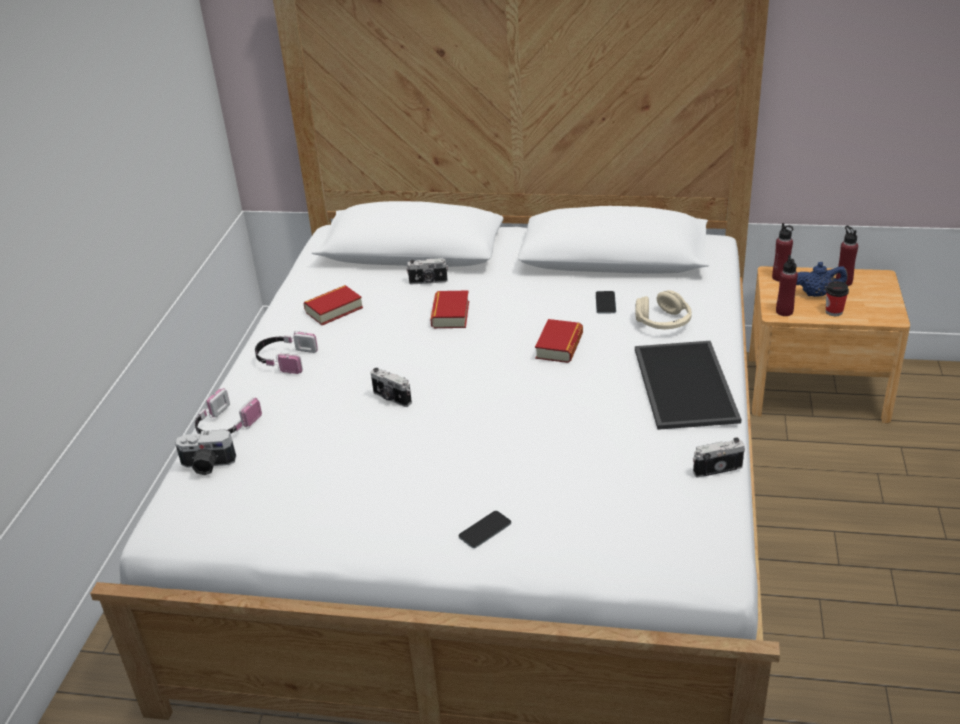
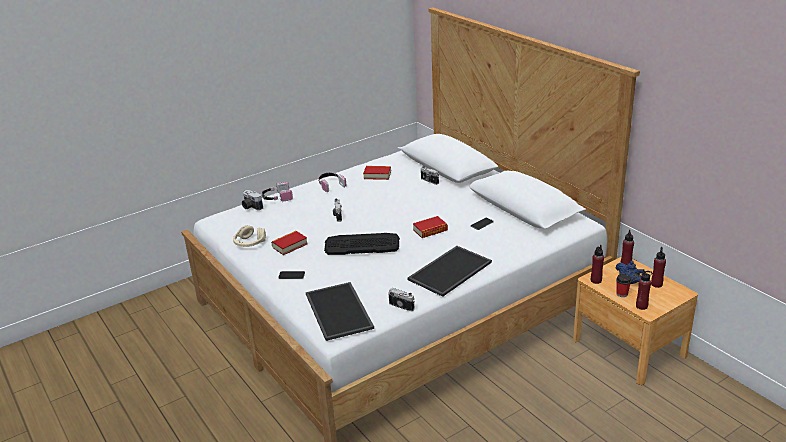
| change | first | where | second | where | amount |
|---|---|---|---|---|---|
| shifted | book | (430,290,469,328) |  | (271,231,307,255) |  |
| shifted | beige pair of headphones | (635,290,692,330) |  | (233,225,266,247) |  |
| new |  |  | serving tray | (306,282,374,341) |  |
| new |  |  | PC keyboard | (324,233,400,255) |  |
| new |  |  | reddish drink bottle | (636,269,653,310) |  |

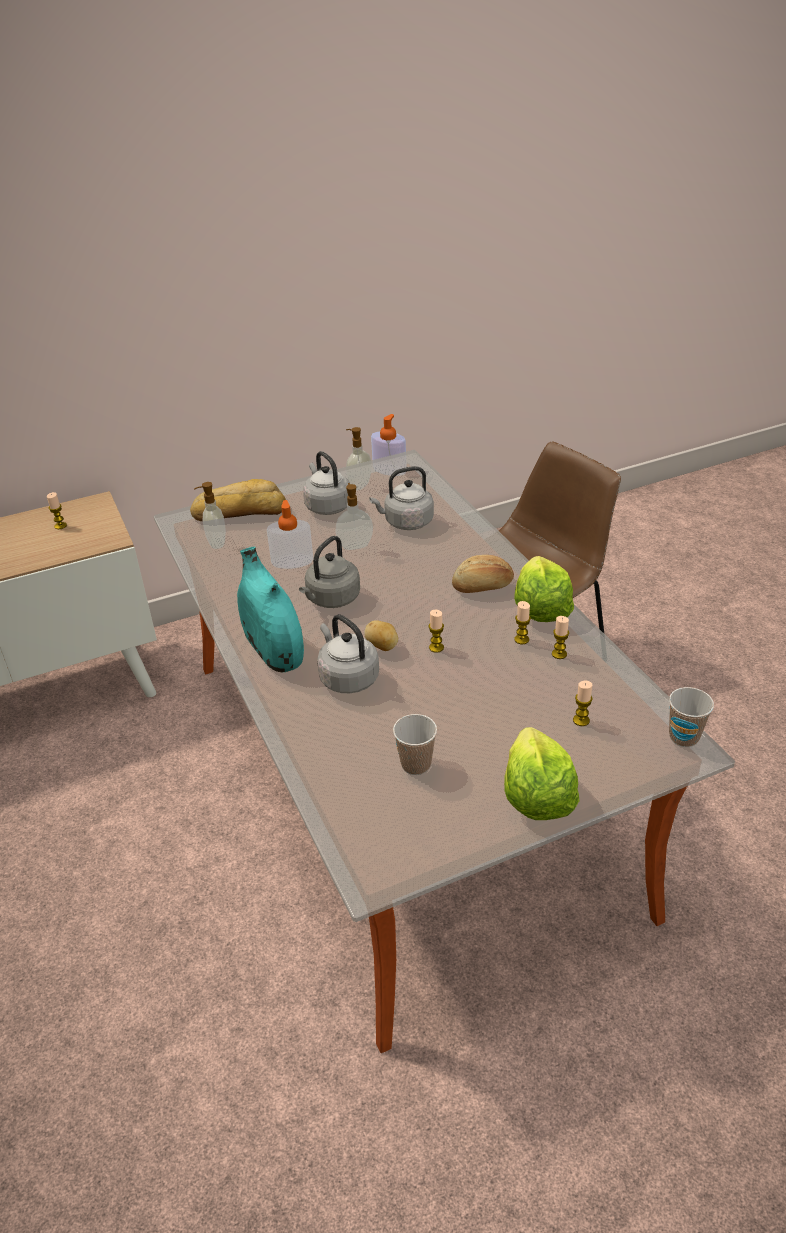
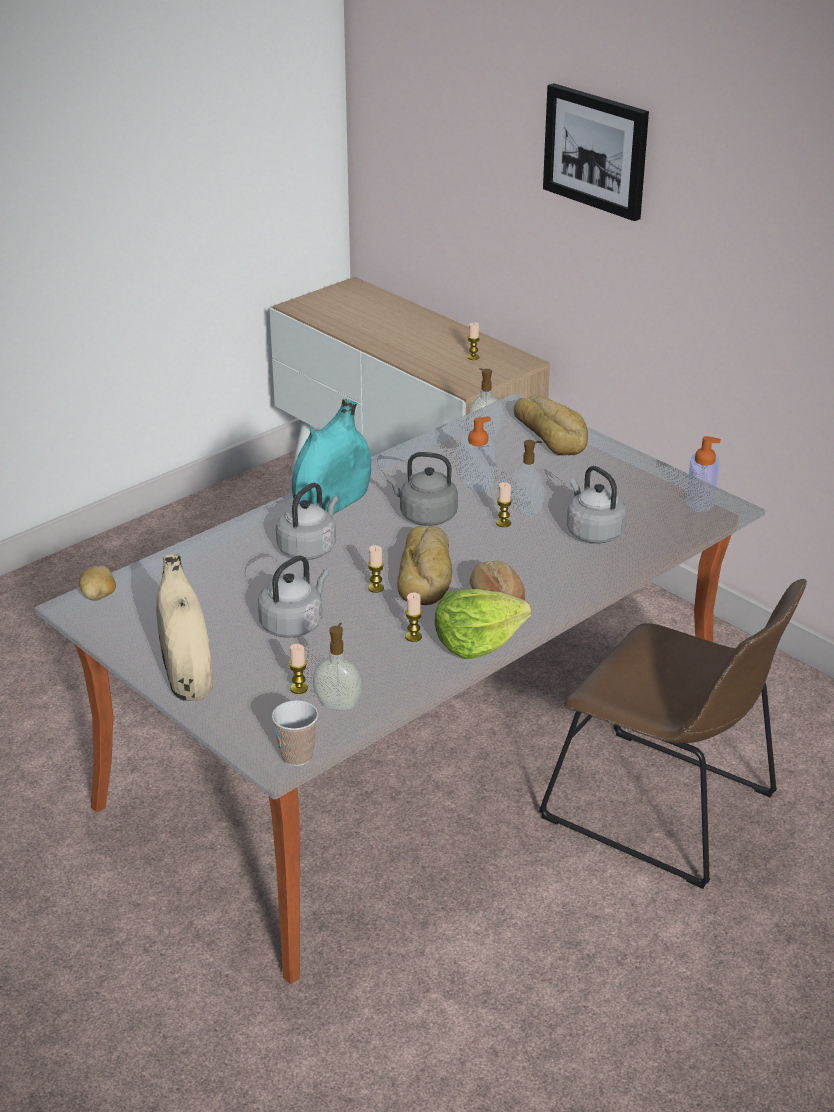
| change | first | where | second | where | amount |
|---|---|---|---|---|---|
| shifted | gray tea kettle | (303,451,350,515) |  | (258,556,329,637) |  |
| shifted | liquid soap bottle | (346,427,372,490) |  | (313,623,363,710) |  |
| shifted | spud | (364,620,398,651) |  | (79,566,116,600) |  |
| gone | drinking cup | (393,714,437,775) |  |  |  |
| swapped | lettuce head | (504,727,580,820) | beige flower vase | (156,554,213,701) |  |
| shifted | wax light | (552,616,569,659) |  | (496,482,512,527) |  |
| new |  |  | bakery bread | (397,526,452,605) |  |
| new |  |  | wall picture | (543,83,649,221) |  |

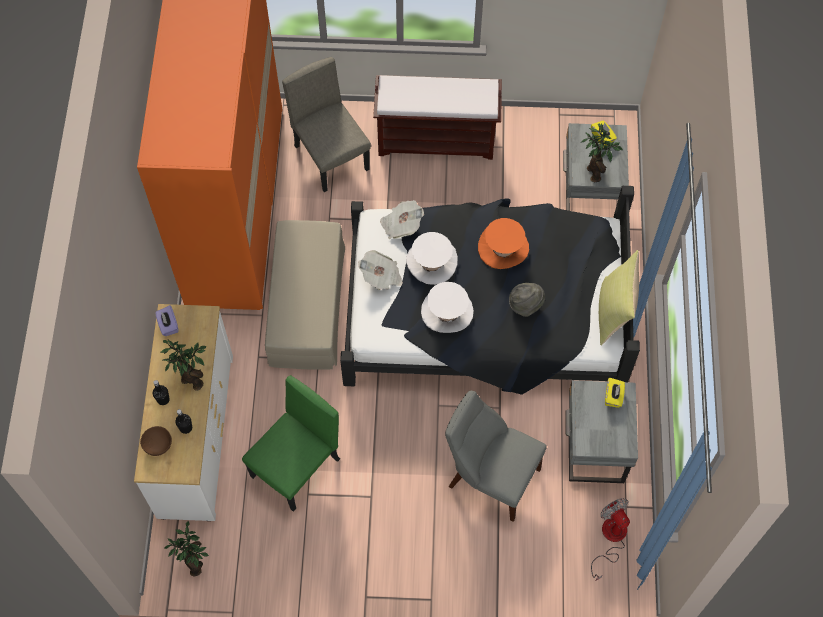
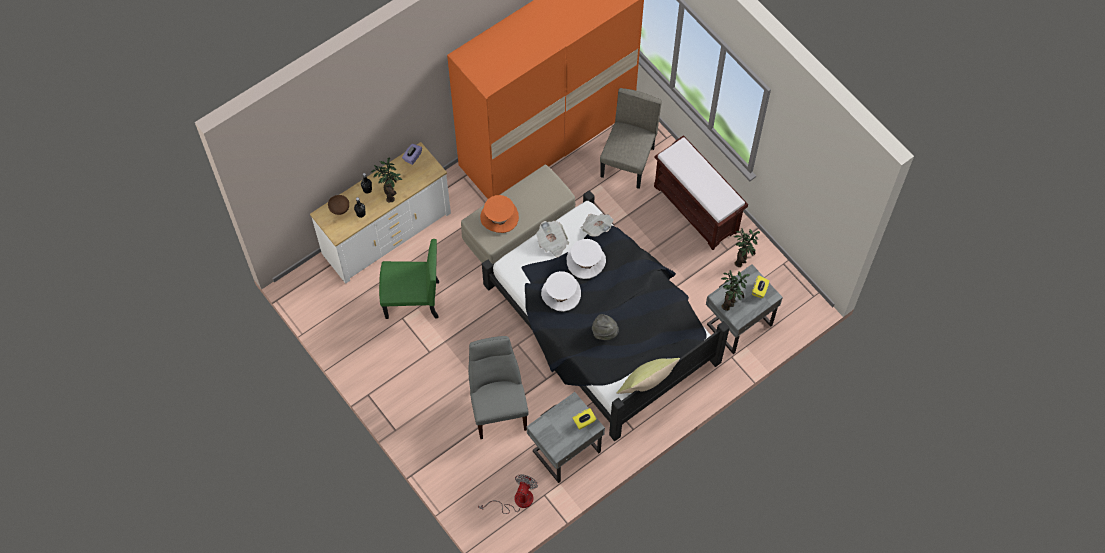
| change | first | where | second | where | amount |
|---|---|---|---|---|---|
| shifted | plant in a pot | (164,521,209,577) |  | (734,228,760,267) |  |
| shifted | orange clothing hat | (478,218,529,269) |  | (480,195,519,233) |  |

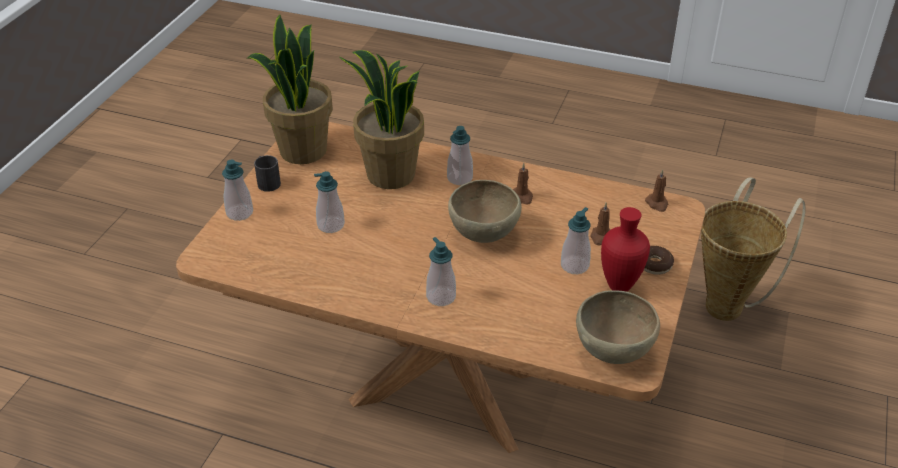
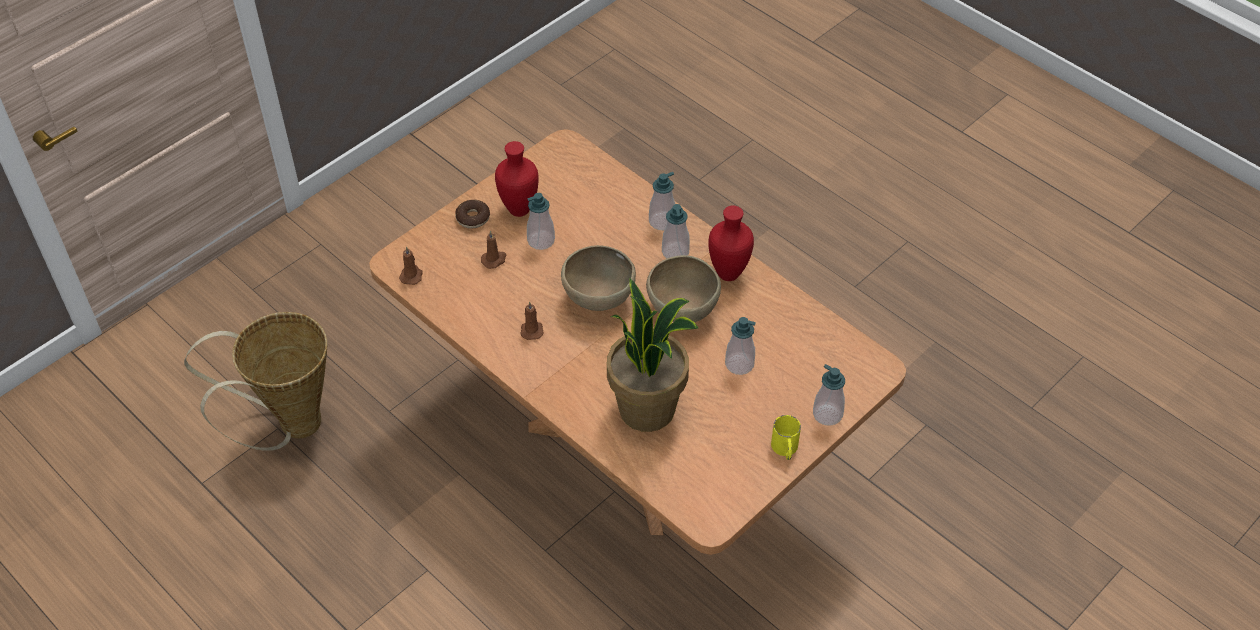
| change | first | where | second | where | amount |
|---|---|---|---|---|---|
| gone | plant in a pot | (246,15,333,164) |  |  |  |
| repainted | black-coloured mug | (254,155,281,192) | yellowish mug | (771,415,801,460) |  |
| shifted | liquid soap bottle | (447,126,473,185) |  | (649,172,675,230) |  |
| shifted | brownish bowl | (576,290,660,364) |  | (646,255,721,322) |  |
| new |  |  | reddish flower vase | (709,205,754,281) |  |

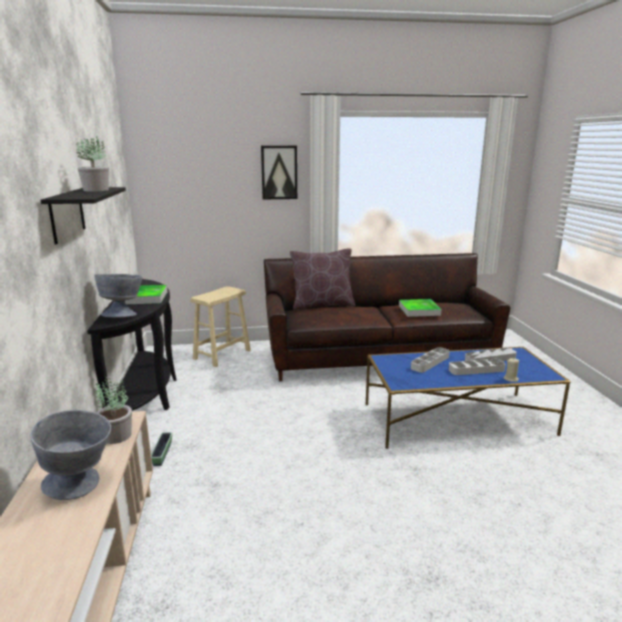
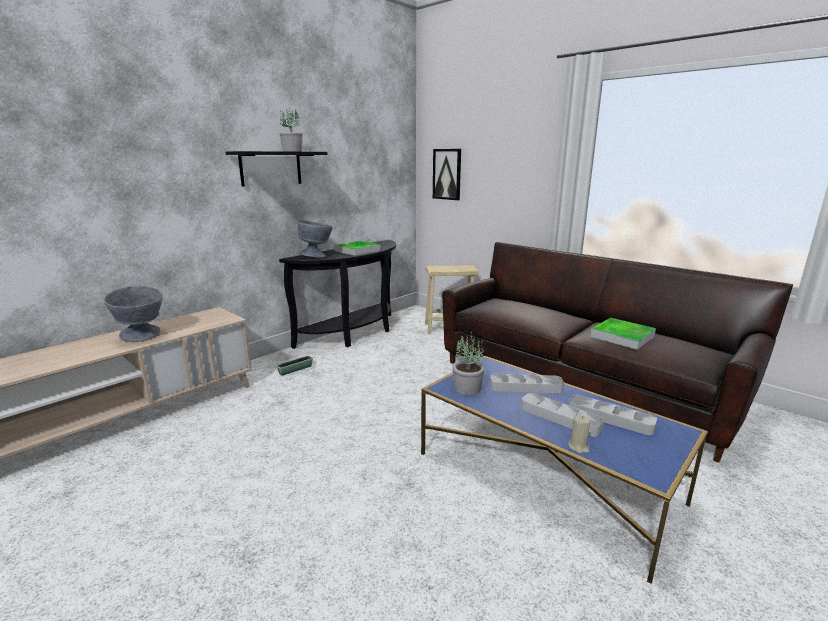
| change | first | where | second | where | amount |
|---|---|---|---|---|---|
| shifted | plant in a pot | (96,376,132,444) |  | (452,332,485,395) |  |
| shifted | wall picture | (261,146,297,199) |  | (433,149,461,200) |  |
| gone | brownish cushion | (290,249,355,310) |  |  |  |

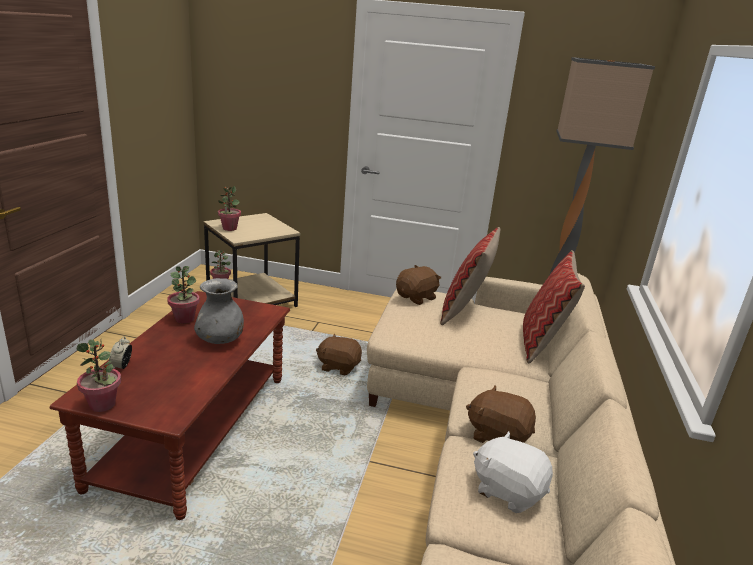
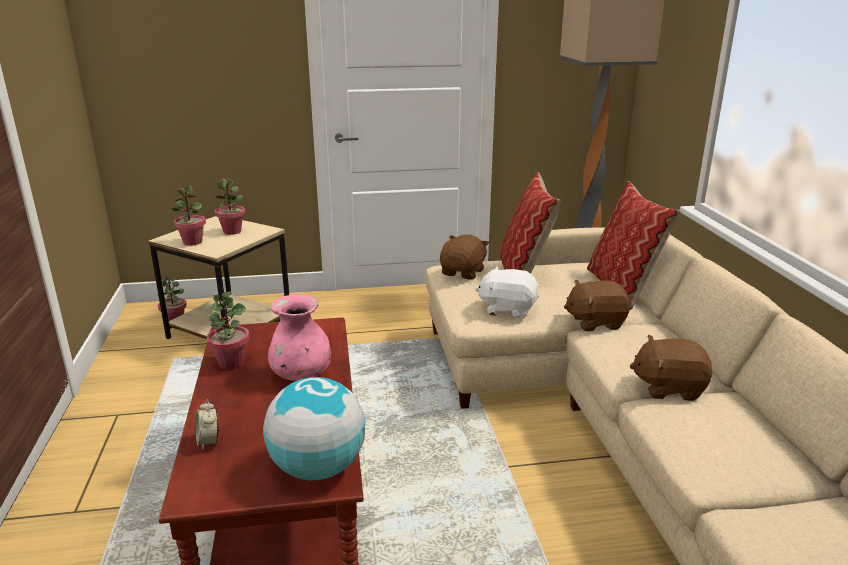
| change | first | where | second | where | amount |
|---|---|---|---|---|---|
| shifted | plant in a pot | (77,339,121,412) |  | (215,179,245,235) |  |
| repainted | gray flower vase | (194,278,244,344) | pink flower vase | (268,294,331,381) |  |
| shifted | brownish cuddly toy | (316,333,362,375) |  | (564,280,630,331) |  |
| shifted | white cuddly toy | (473,431,553,513) |  | (475,266,539,318) |  |
| new |  |  | desk globe | (263,377,365,480) |  |

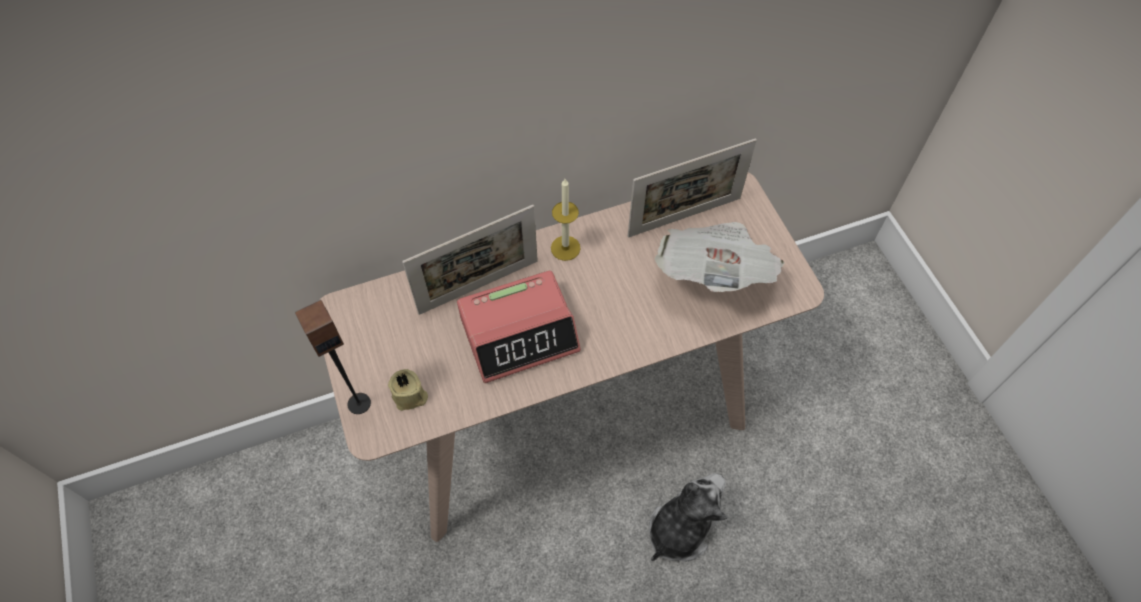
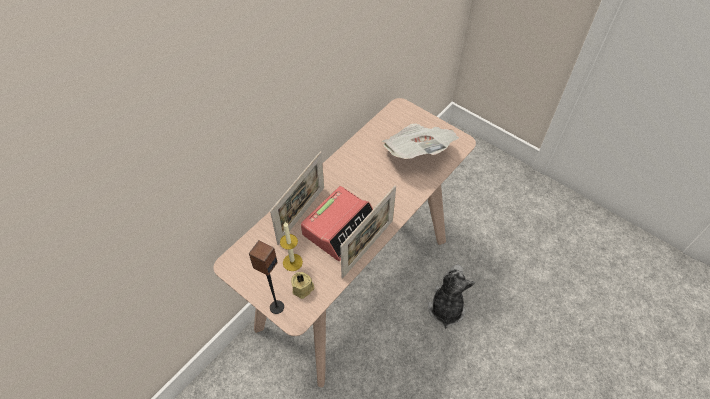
| change | first | where | second | where | amount |
|---|---|---|---|---|---|
| shifted | wax light | (551,179,581,261) |  | (280,222,303,271) |  |
| shifted | standing frame | (628,138,757,237) |  | (340,186,396,278) |  |

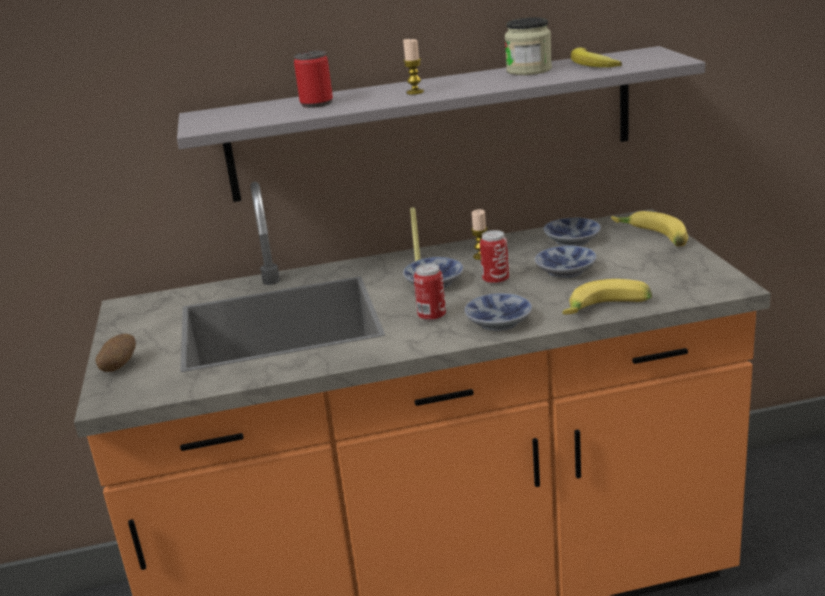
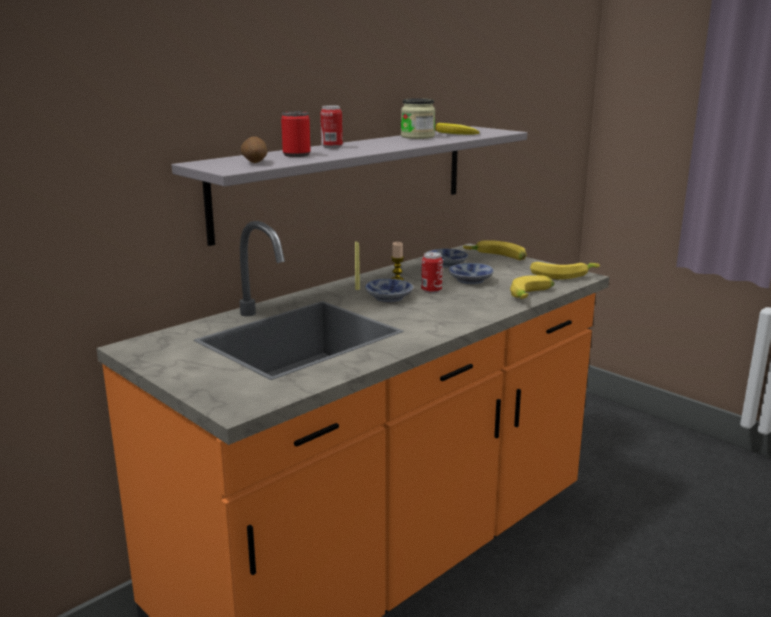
| change | first | where | second | where | amount |
|---|---|---|---|---|---|
| shifted | spud | (96,334,136,372) |  | (241,136,268,163) |  |
| gone | wax light | (403,38,424,95) |  |  |  |
| shifted | can | (414,263,446,321) |  | (320,105,343,148) |  |
| gone | bowl | (465,293,532,331) |  |  |  |
| new |  |  | whole banana | (530,262,600,279) |  |

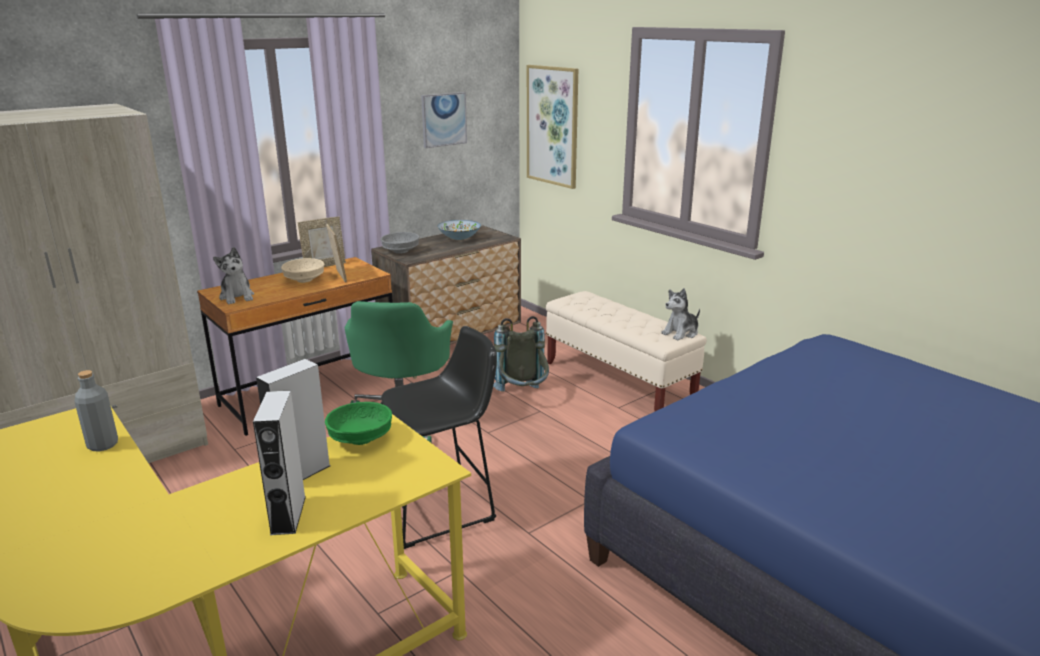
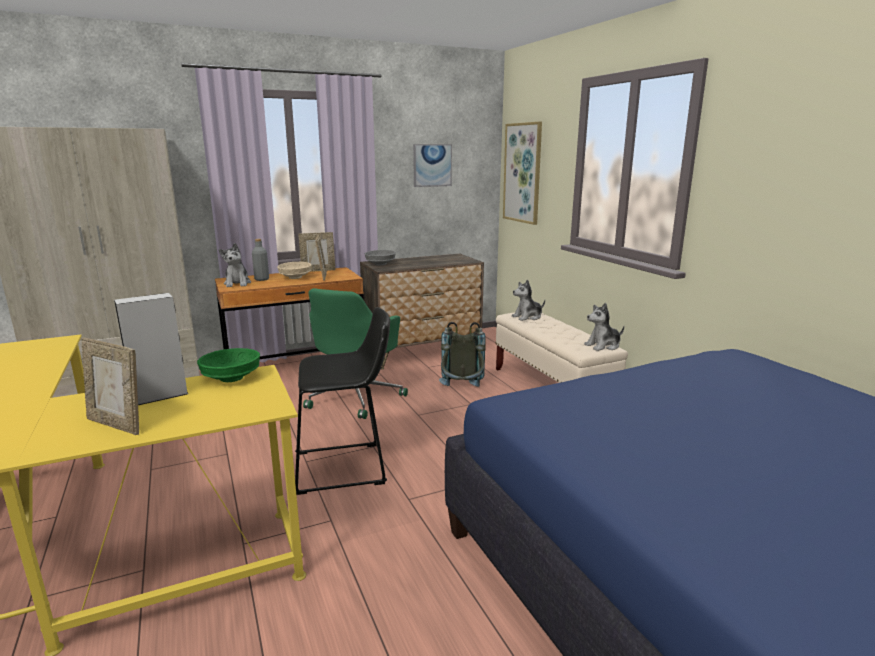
| change | first | where | second | where | amount |
|---|---|---|---|---|---|
| shifted | gray drink bottle | (74,370,118,451) |  | (252,239,269,281) |  |
| swapped | gray audio speaker | (253,391,306,535) | standing frame | (81,338,139,435) |  |
| gone | bowl | (437,220,481,240) |  |  |  |
| new |  |  | cuddly toy | (512,280,545,321) |  |

